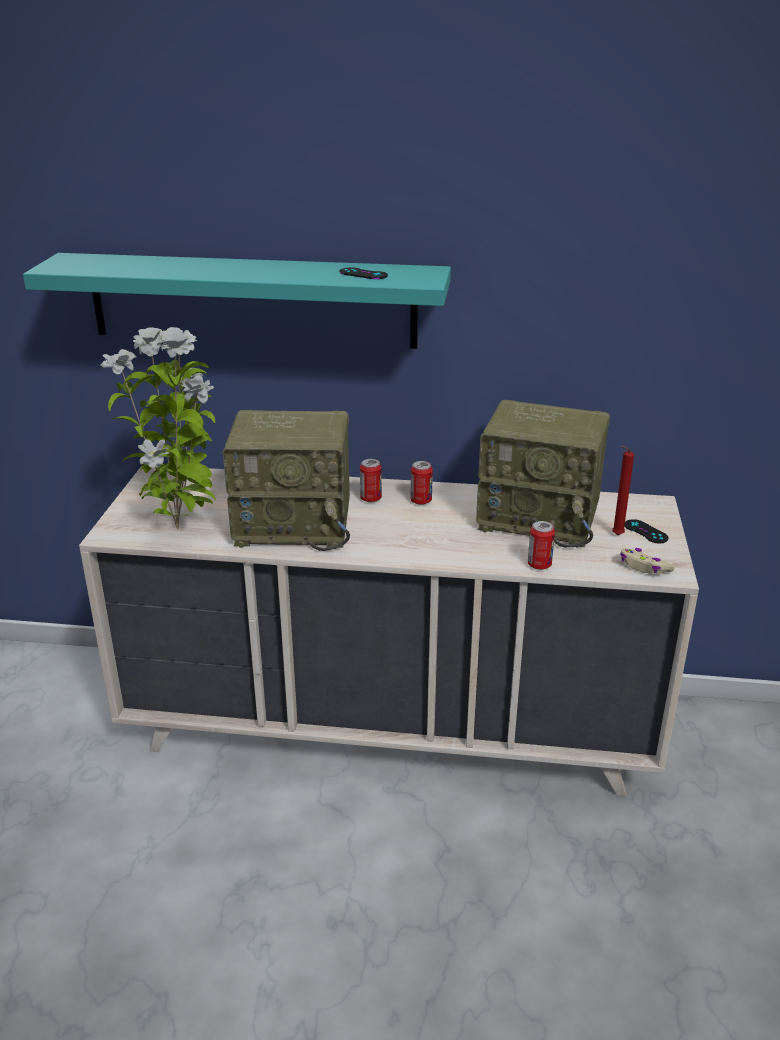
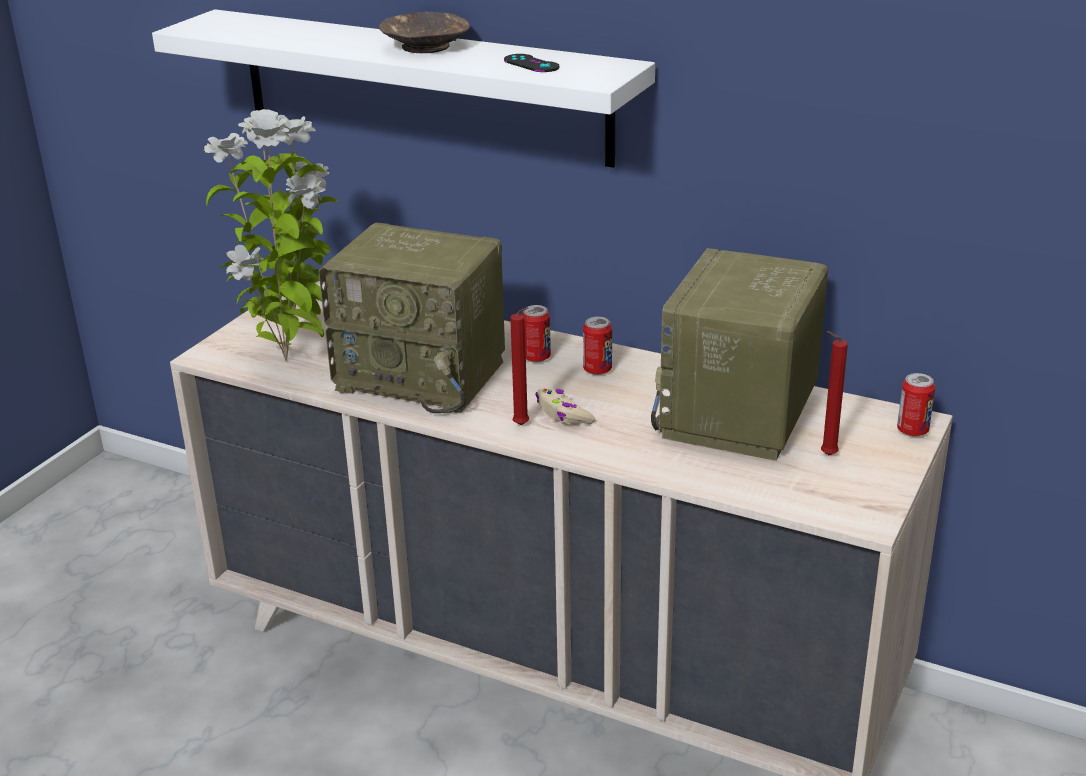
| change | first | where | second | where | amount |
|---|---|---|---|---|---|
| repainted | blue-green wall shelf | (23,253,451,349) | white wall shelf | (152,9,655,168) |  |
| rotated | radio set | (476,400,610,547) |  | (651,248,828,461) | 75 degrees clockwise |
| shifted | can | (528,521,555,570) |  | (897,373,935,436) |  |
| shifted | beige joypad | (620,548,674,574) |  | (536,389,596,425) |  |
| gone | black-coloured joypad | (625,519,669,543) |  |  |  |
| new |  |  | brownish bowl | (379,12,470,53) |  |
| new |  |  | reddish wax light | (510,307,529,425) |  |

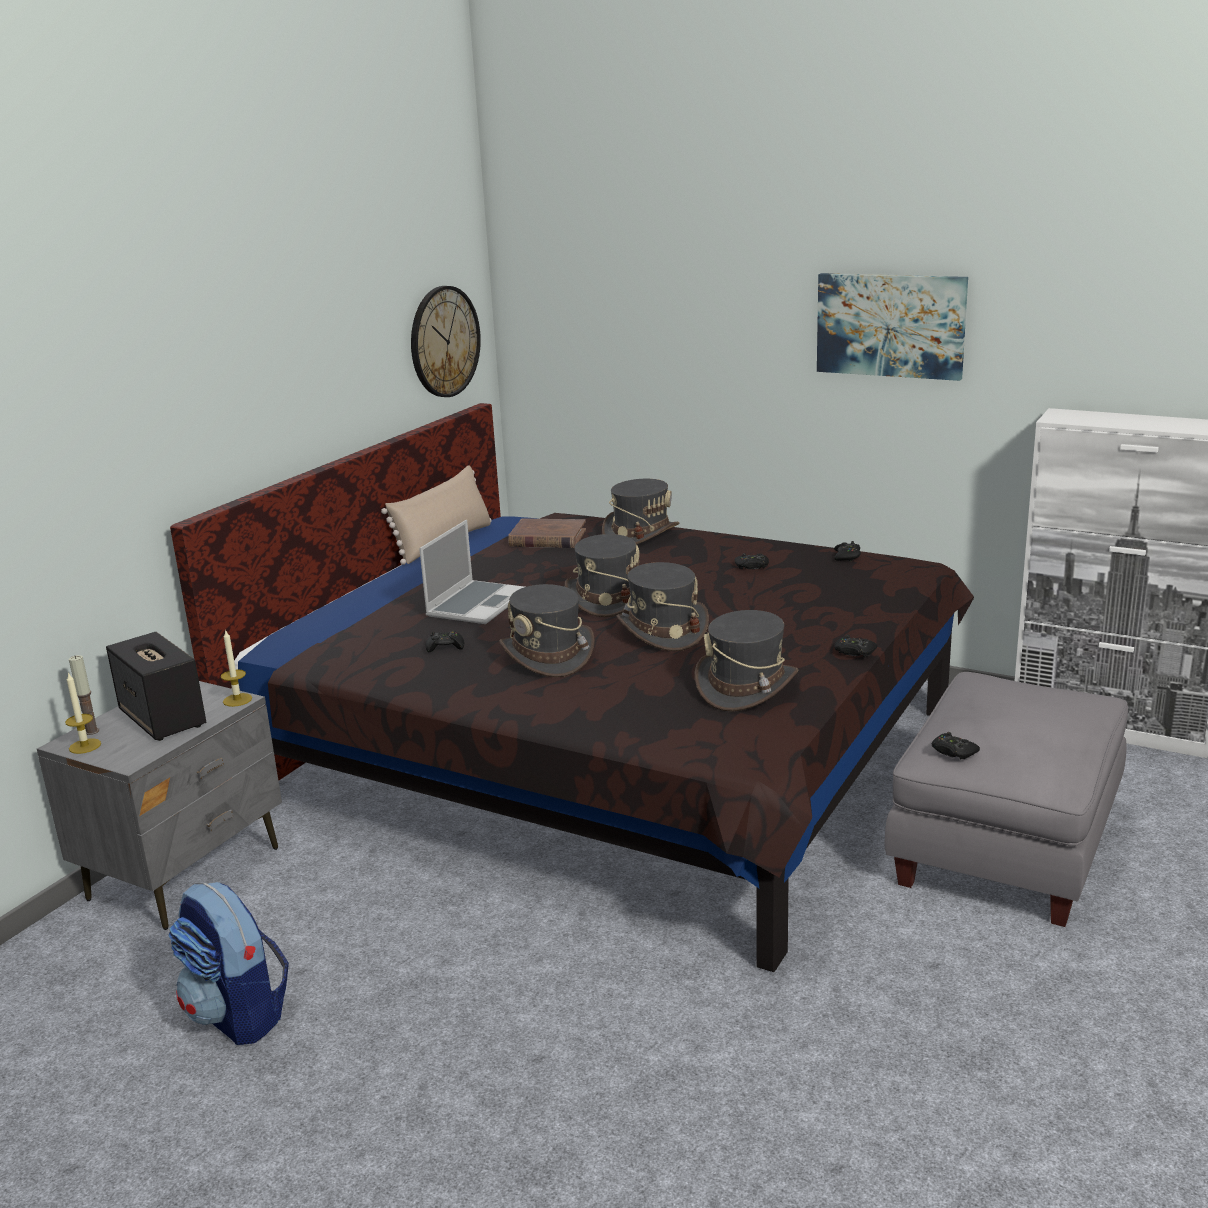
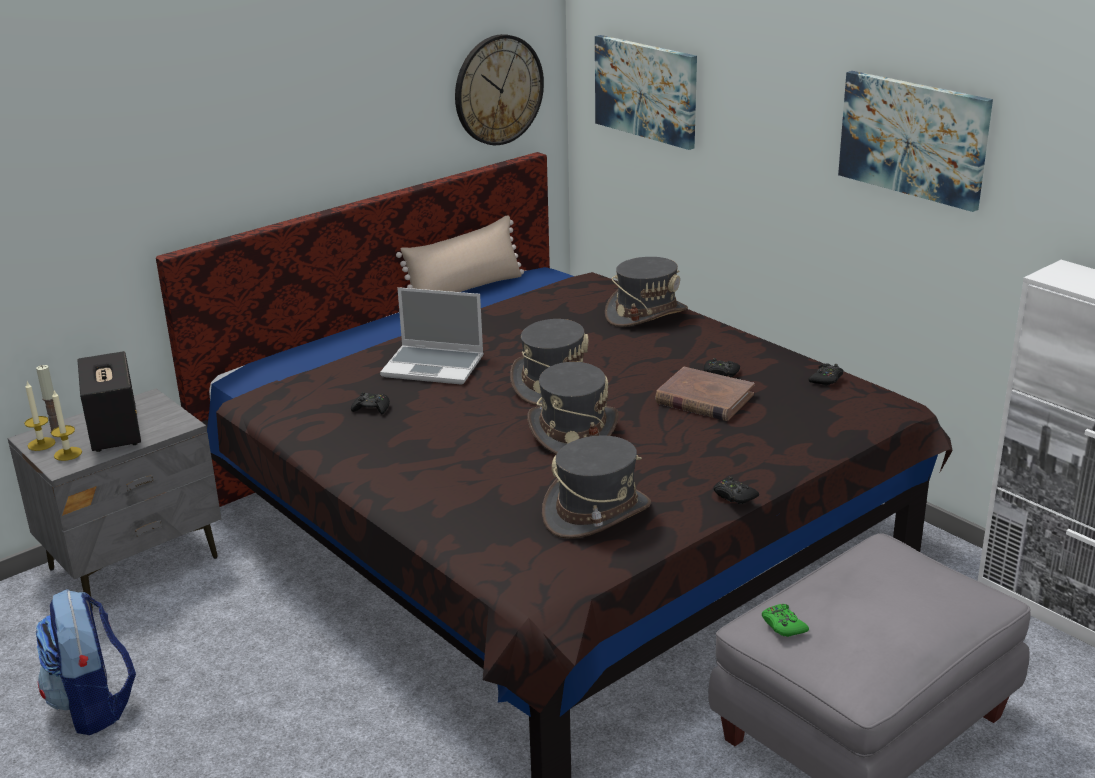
| change | first | where | second | where | amount |
|---|---|---|---|---|---|
| shifted | wax light | (221,629,252,707) |  | (51,391,82,461) |  |
| rotated | portable computer | (419,520,524,624) |  | (380,287,484,385) | 60 degrees clockwise |
| gone | gray clothing hat | (499,584,595,677) |  |  |  |
| shifted | brownish book | (508,518,586,548) |  | (655,367,755,421) |  |
| repainted | black-coloured joypad | (932,732,980,759) | green-coloured joypad | (762,604,809,637) |  |
| new |  |  | wall picture | (595,35,697,150) |  |

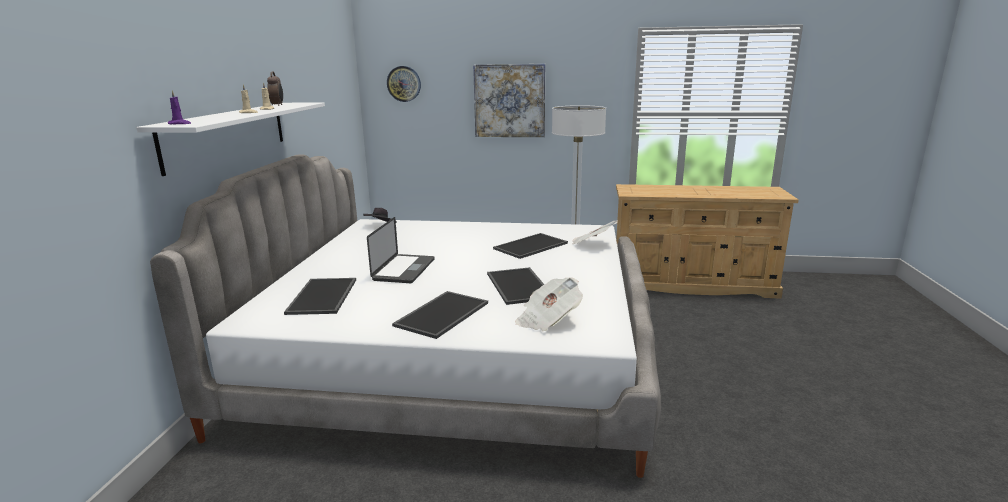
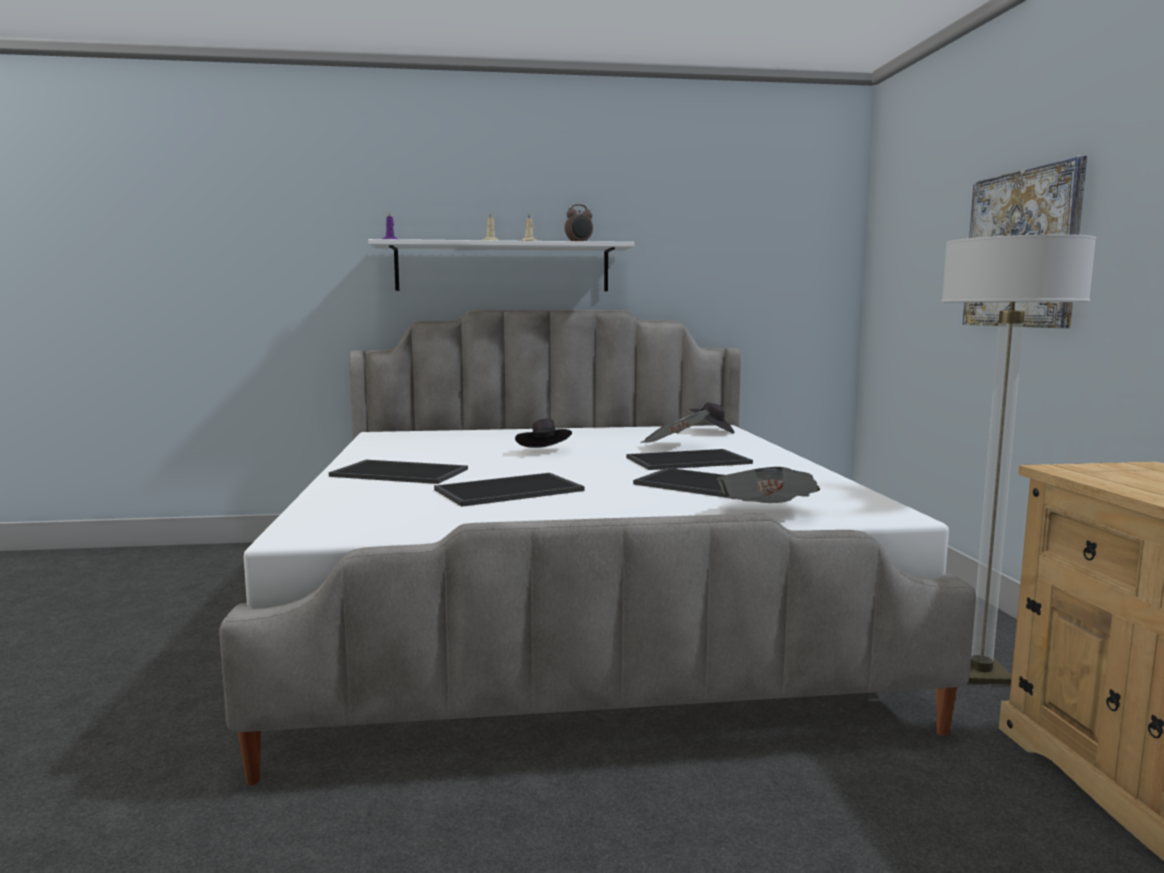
| change | first | where | second | where | amount |
|---|---|---|---|---|---|
| shifted | serving tray | (284,278,356,315) |  | (626,449,753,470) |  |
| swapped | portable computer | (367,217,435,283) | black-coloured clothing hat | (515,419,572,448) |  |
| gone | hanging clock | (387,66,421,102) |  |  |  |
| shifted | printed paper | (515,277,583,331) |  | (640,410,710,443) |  |

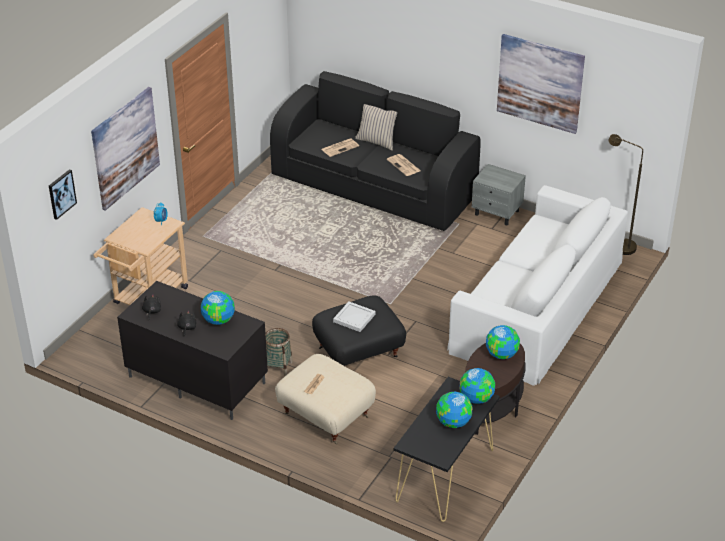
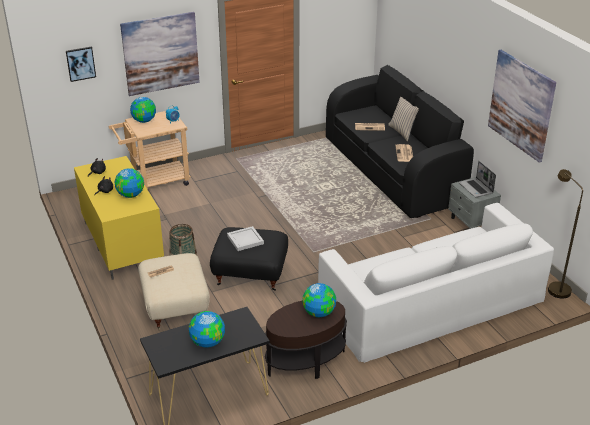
| change | first | where | second | where | amount |
|---|---|---|---|---|---|
| repainted | black-coloured tv unit | (117,281,268,420) | yellowish tv unit | (74,156,164,280) |  |
| shifted | desk globe | (460,368,495,404) |  | (130,97,156,123) |  |
| new |  |  | portable computer | (459,161,496,197) |  |

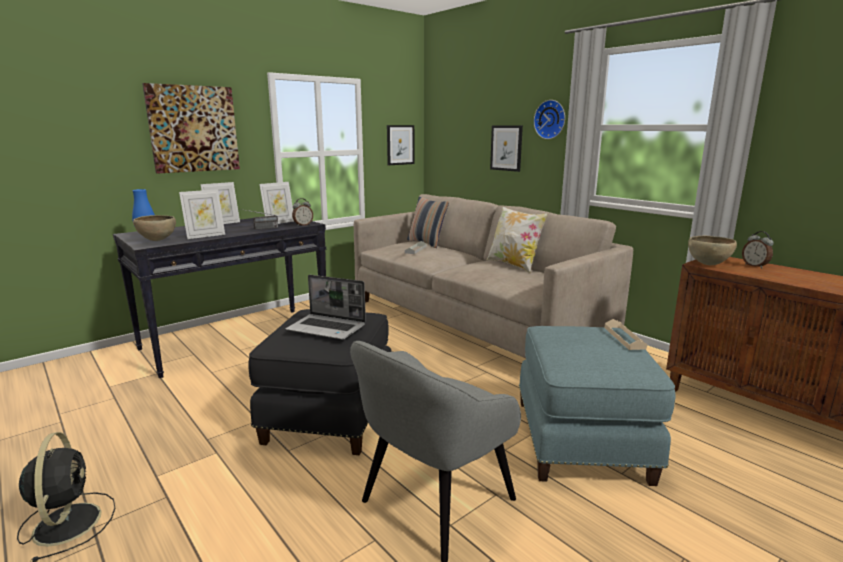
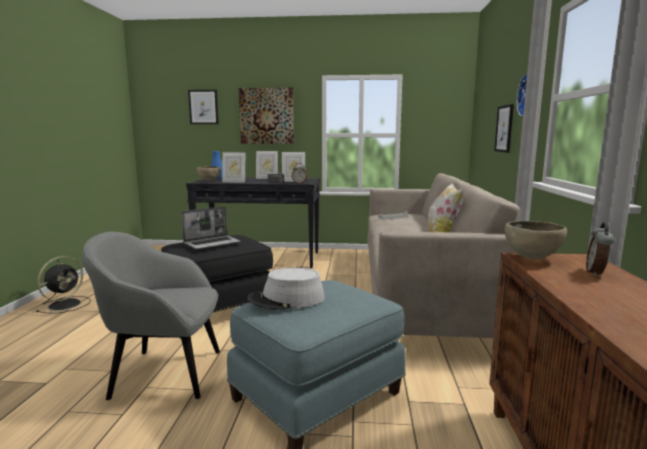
| change | first | where | second | where | amount |
|---|---|---|---|---|---|
| rotated | portable computer | (286,275,366,339) |  | (181,207,241,250) | 105 degrees counterclockwise |
| shifted | wall picture | (387,125,415,165) |  | (188,90,219,124) |  |
| gone | cushion | (407,197,449,248) |  |  |  |
| gone | beige serving tray | (604,319,647,350) |  |  |  |
| new |  |  | gray clothing hat | (247,268,325,310) |  |

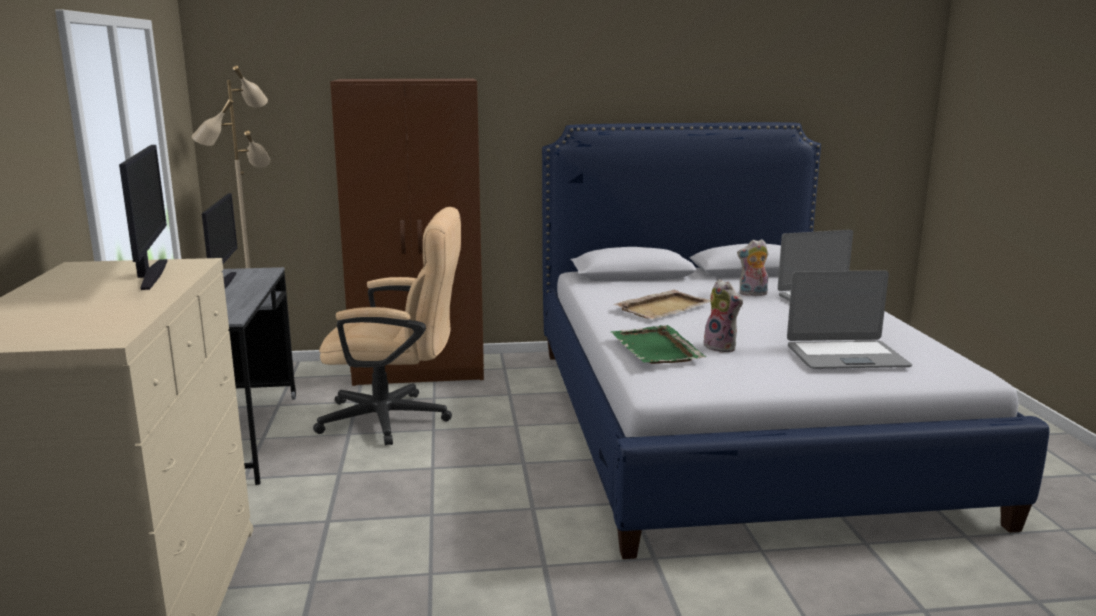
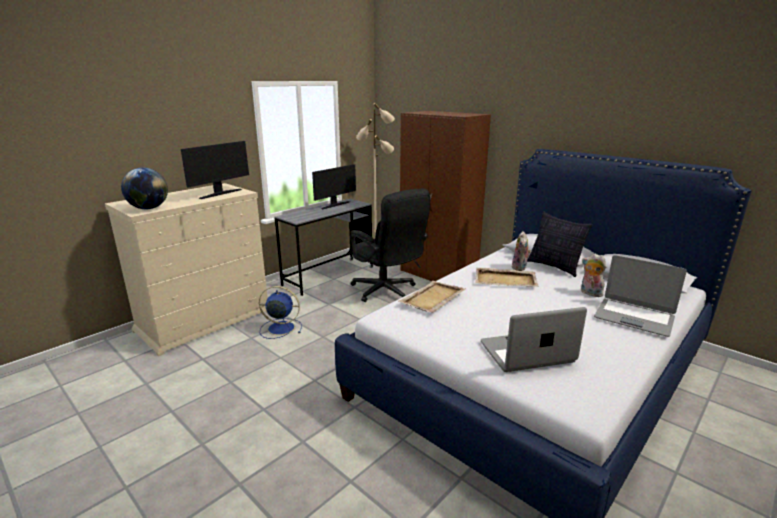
| change | first | where | second | where | amount |
|---|---|---|---|---|---|
| repainted | beige desk chair | (313,207,461,446) | black-coloured desk chair | (350,188,430,302) |  |
| repainted | green-coloured serving tray | (611,325,706,364) | beige serving tray | (398,281,466,313) |  |
| shifted | cuddly toy | (703,279,743,353) |  | (512,231,531,271) |  |
| rotated | portable computer | (787,270,912,369) |  | (481,307,587,372) | 120 degrees clockwise |
| new |  |  | desk globe | (121,168,168,209) |  |
| new |  |  | blue cooling fan | (259,286,302,339) |  |
| new |  |  | cushion | (527,211,593,277) |  |

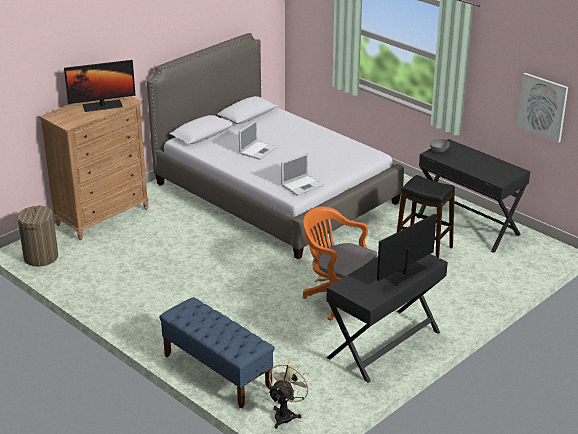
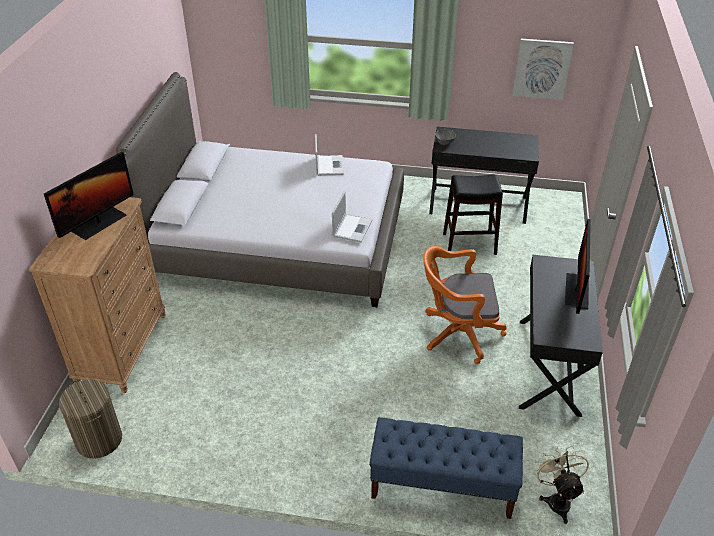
| change | first | where | second | where | amount |
|---|---|---|---|---|---|
| shifted | portable computer | (239,120,277,160) |  | (315,134,344,176) |  |

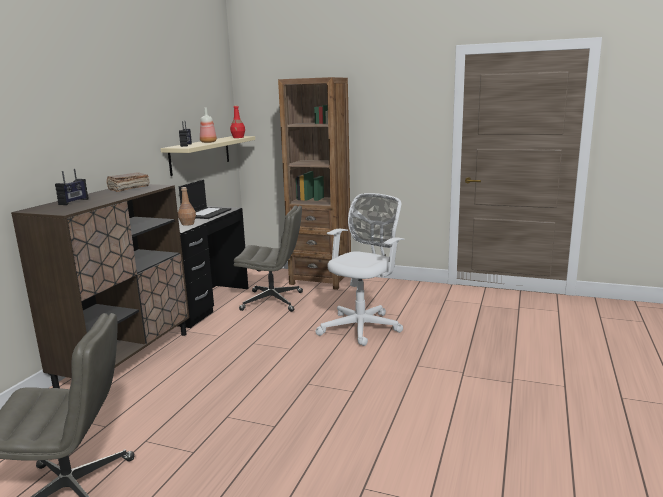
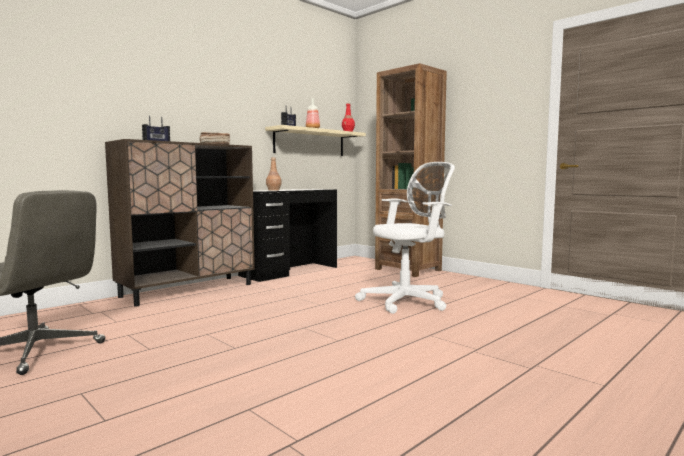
| change | first | where | second | where | amount |
|---|---|---|---|---|---|
| gone | portable computer | (179,180,231,219) |  |  |  |
| gone | gray desk chair | (234,205,303,312) |  |  |  |

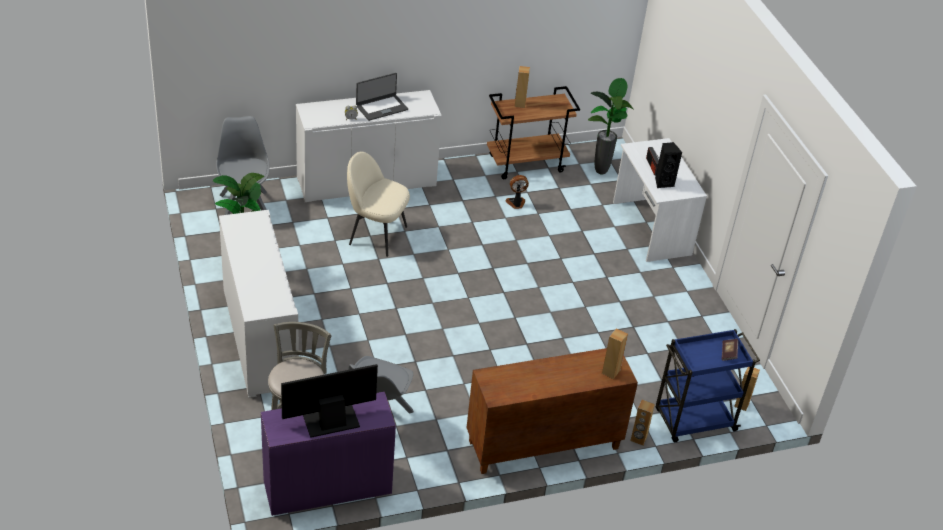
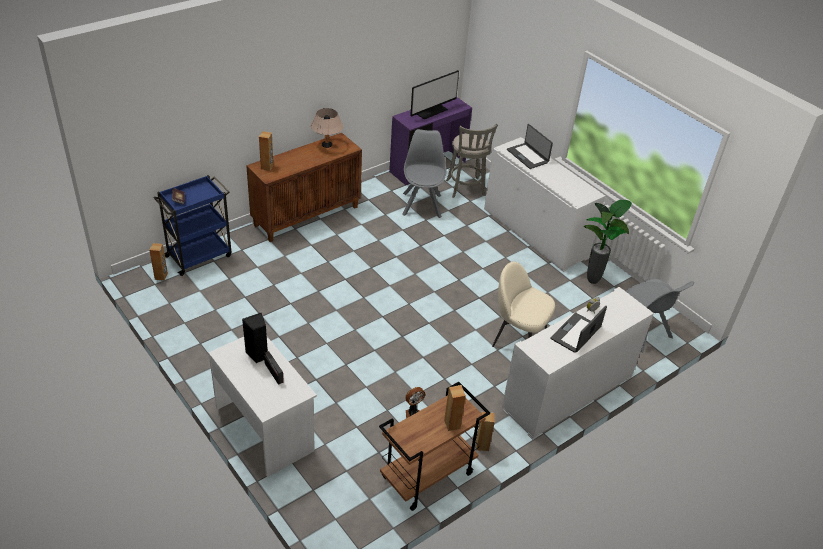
| change | first | where | second | where | amount |
|---|---|---|---|---|---|
| rotated | beige plain chair | (347,151,410,257) |  | (492,261,555,347) | 150 degrees counterclockwise |
| gone | plant in a pot | (588,78,634,175) |  |  |  |
| shifted | brownish audio speaker | (630,400,655,446) |  | (476,412,495,451) |  |
| new |  |  | beige table lamp | (311,108,343,148) |  |
| new |  |  | portable computer | (507,124,553,169) |  |

